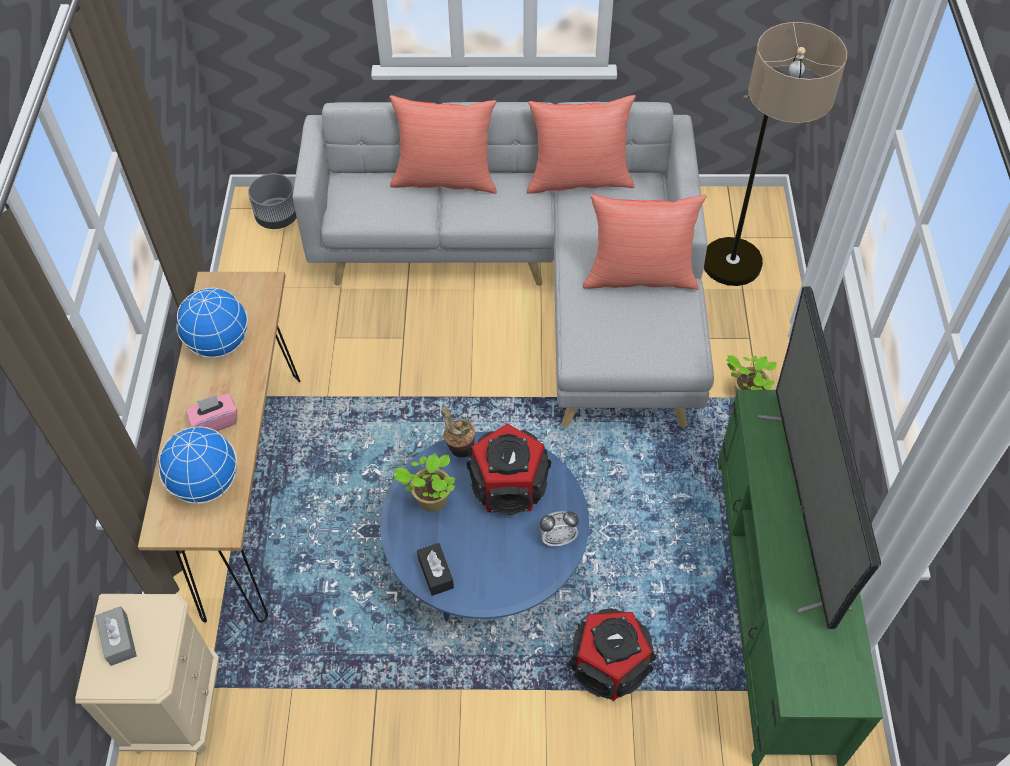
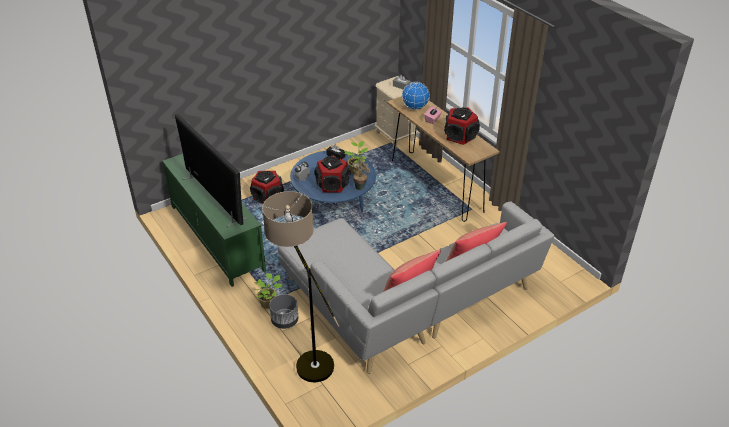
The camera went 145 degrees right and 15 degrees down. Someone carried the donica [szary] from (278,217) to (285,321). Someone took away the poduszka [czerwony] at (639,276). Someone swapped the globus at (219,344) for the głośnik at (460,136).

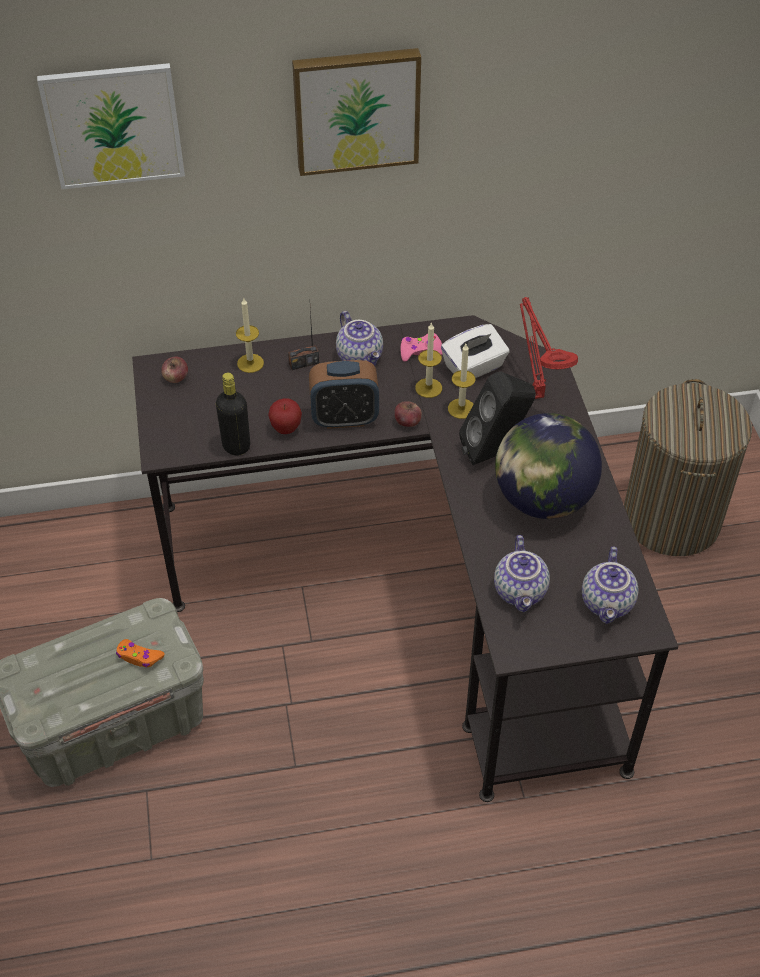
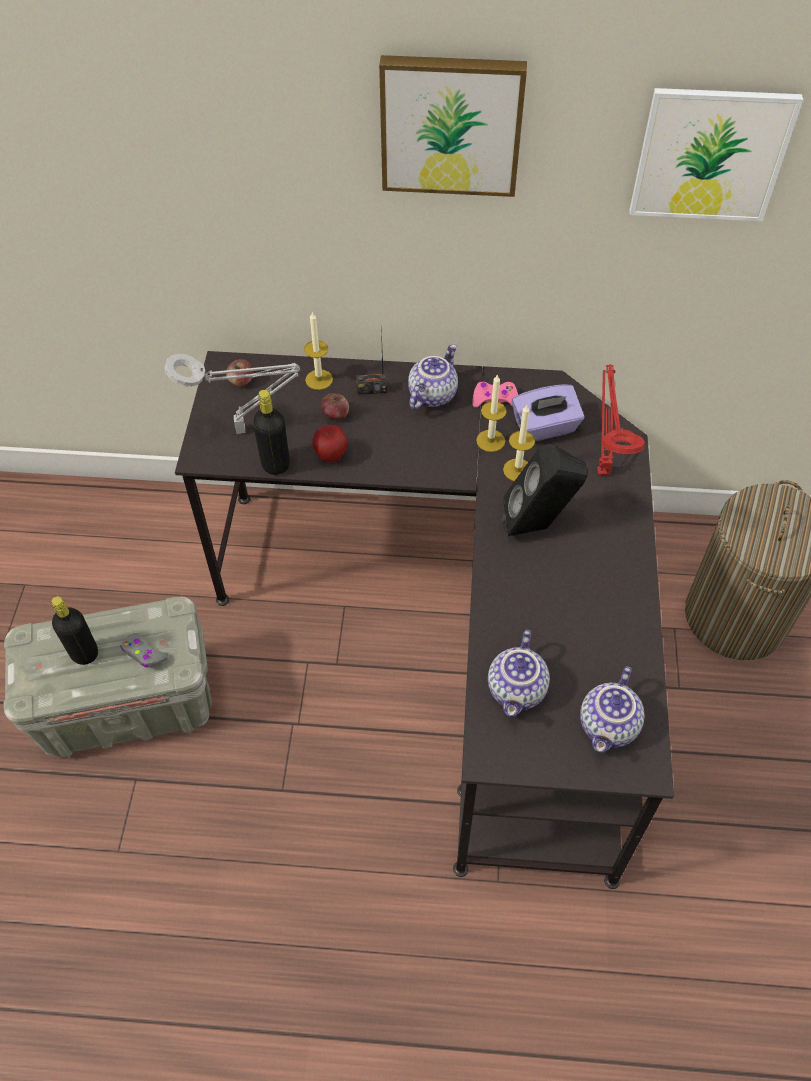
The camera went 15 degrees right and 5 degrees up. Someone carried the obraz from (113,125) to (710,155). Someone rotated the imbryk at (361,357) by 135 degrees counterclockwise. Someone repainted the pudełko chusteczek [biały] at (474,367), which became the pudełko chusteczek [fioletowy] at (545,428). Someone took away the budzik at (344,418). Someone carried the jabłko from (407,422) to (335,414). Someone took away the globus at (542,500). Someone repainted the pad do gier [pomarańczowy] at (139,657), which became the pad do gier [szary] at (144,654). Someone put down the lampa stołowa [szary] at (245,430). Someone put down the butelka [czarny] at (84,653).

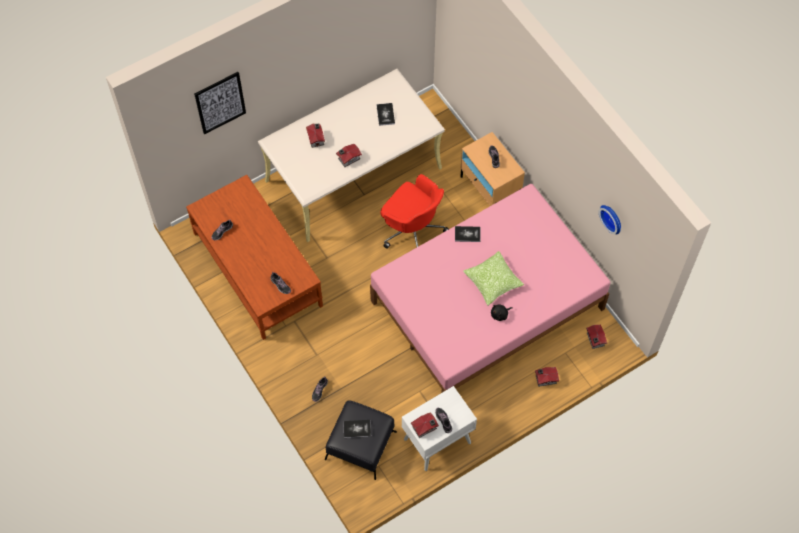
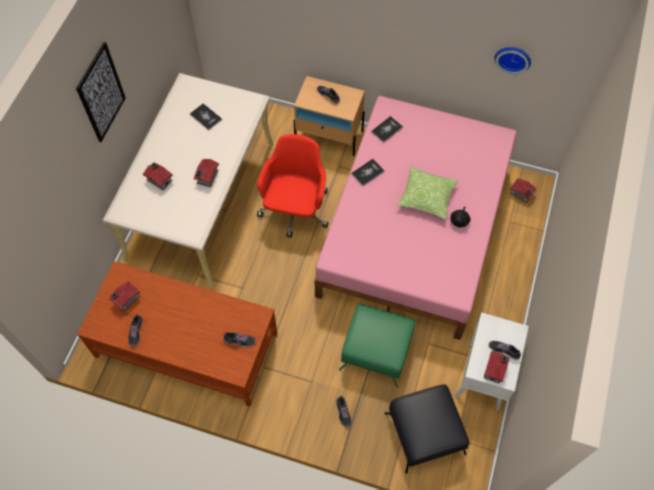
The camera went 40 degrees left and 0 degrees up. Someone carried the obraz from (220,102) to (101,93). Someone rotated the krzesło biurowe [czerwony] at (412,230) by 75 degrees counterclockwise. Someone carried the domek from (545,379) to (125,299). Someone carried the książka from (357,429) to (386,129). Someone put down the pufa [zielony] at (377,351).

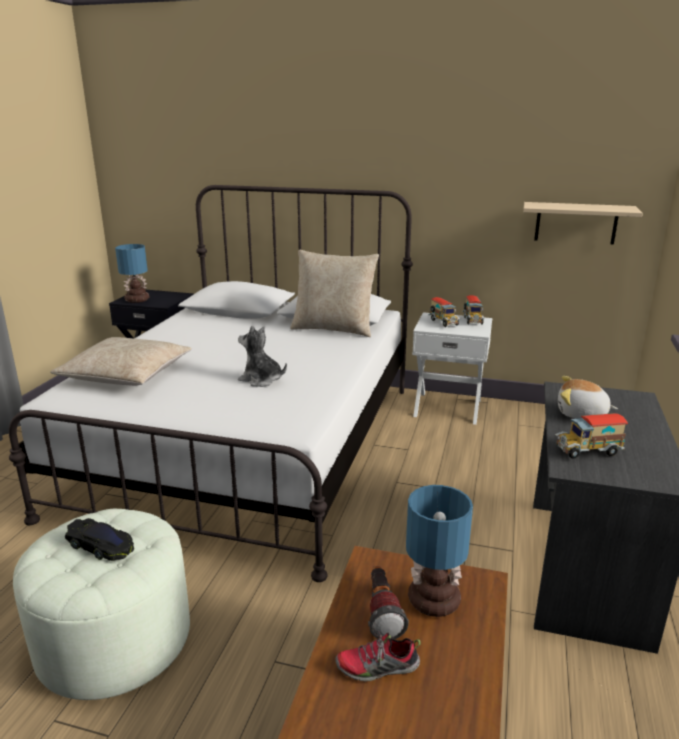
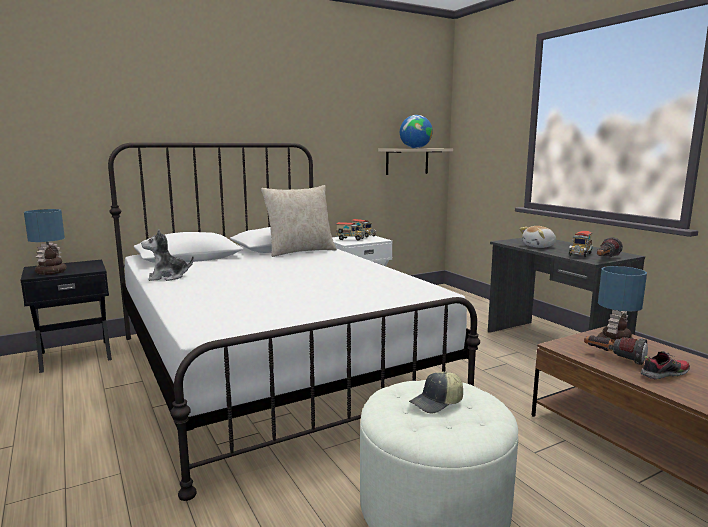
The camera went 45 degrees left and 10 degrees down. Someone carried the pluszak from (261,380) to (167,277). Someone took away the poduszka [beżowy] at (126,374). Someone swapped the samochodzik [czarny] at (101,545) for the czapka z daszkiem at (437,403). Someone rotated the but at (377,668) by 150 degrees counterclockwise. Someone put down the globus at (415,148). Someone put down the latarka at (605,259).

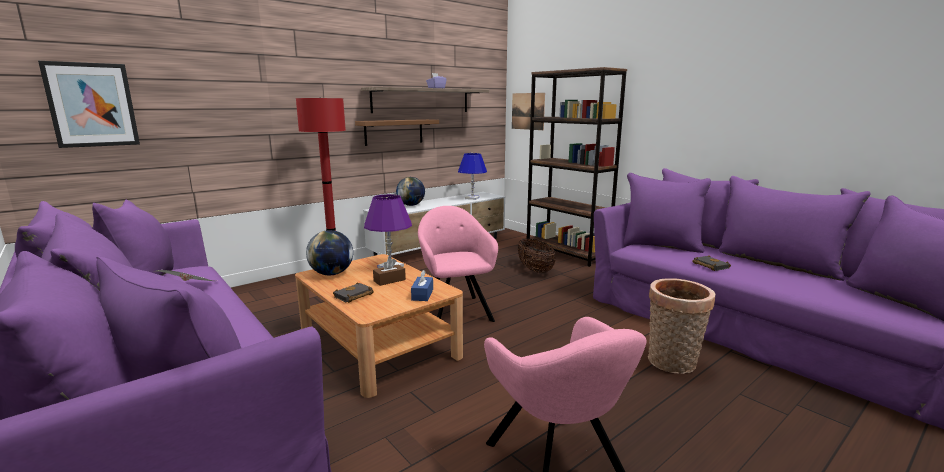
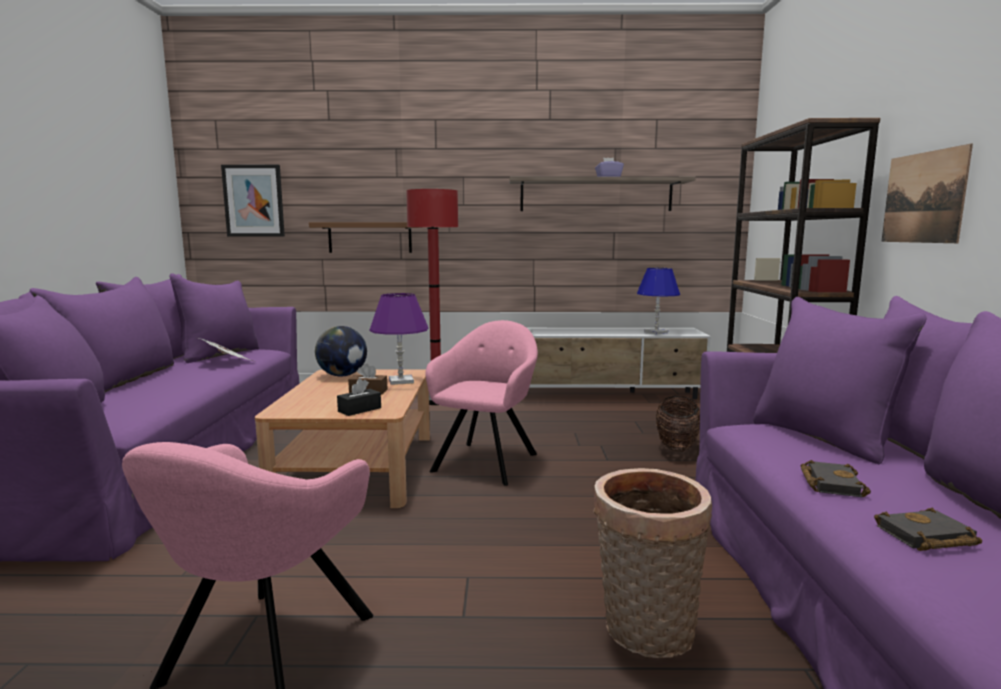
The camera went 40 degrees right and 5 degrees down. Someone carried the obraz from (528,111) to (923,197). Someone carried the półka [brązowy] from (394,132) to (370,237). Someone took away the globus at (411,205). Someone repainted the pudełko chusteczek [niebieski] at (422,294), which became the pudełko chusteczek [czarny] at (359,409). Someone carried the książka [czarny] from (353,296) to (925,537).

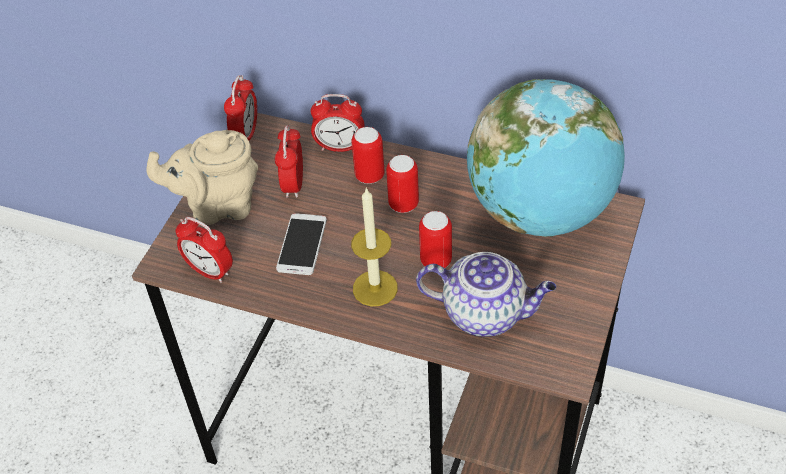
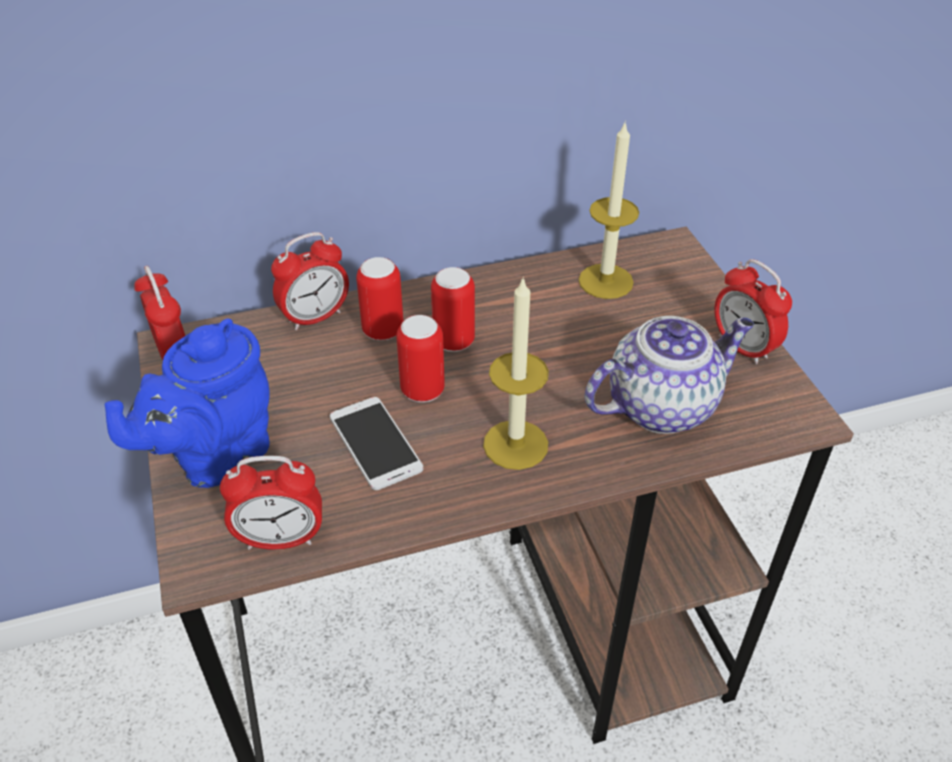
The camera went 40 degrees left and 5 degrees down. Someone swapped the globus at (540,212) for the świeca at (605,281). Someone carried the budzik from (293,184) to (743,347). Someone repainted the imbryk [beżowy] at (217,206), which became the imbryk [niebieski] at (214,455). Someone carried the puszka from (436,260) to (422,390).

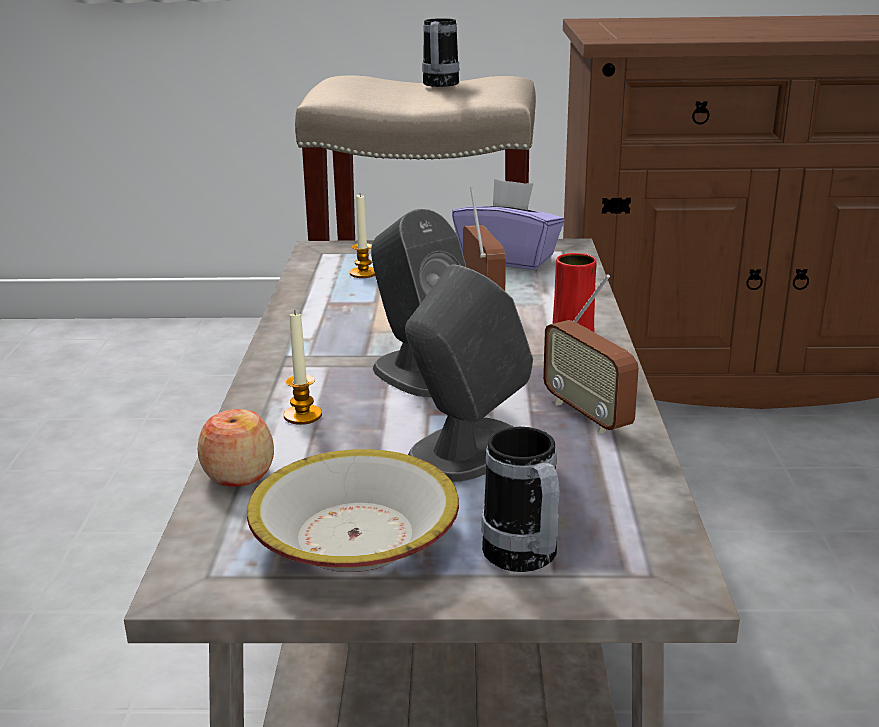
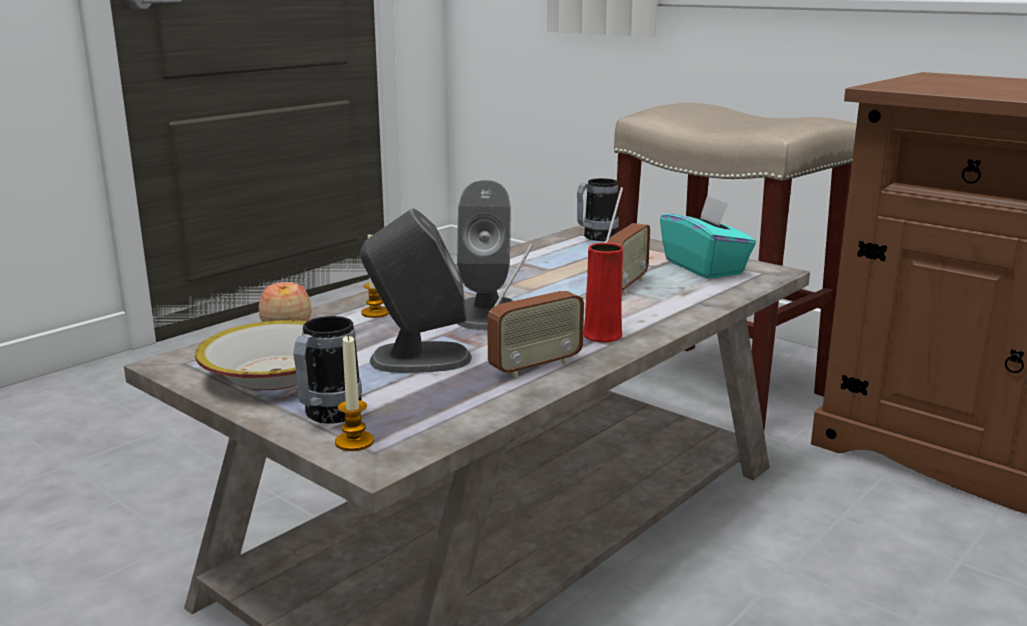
The camera went 40 degrees right and 5 degrees down. Someone carried the kubek from (439,85) to (595,238). Someone repainted the pudełko chusteczek [fioletowy] at (508,258), which became the pudełko chusteczek [turkusowy] at (704,268). Someone carried the świeca from (363,273) to (354,442). Someone rotated the radio at (587,415) by 135 degrees counterclockwise.

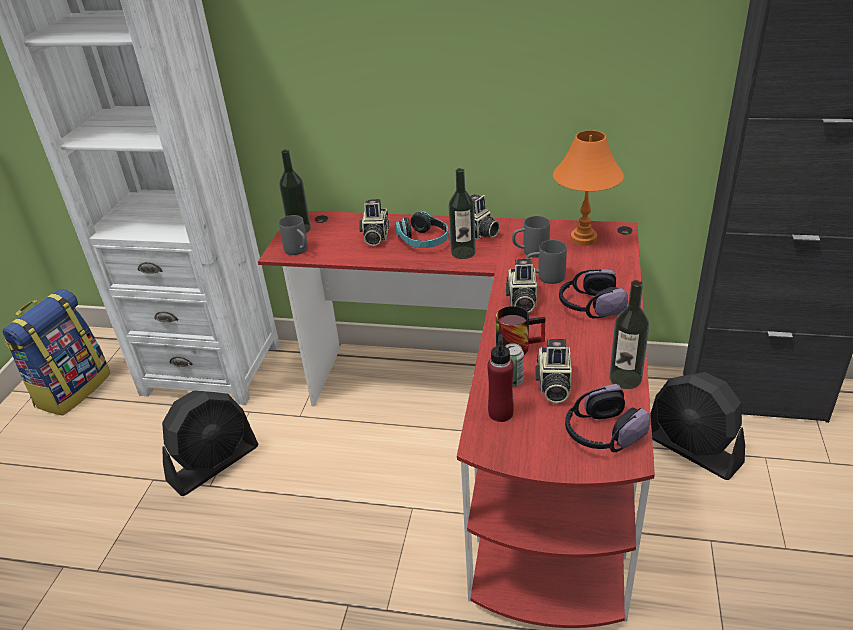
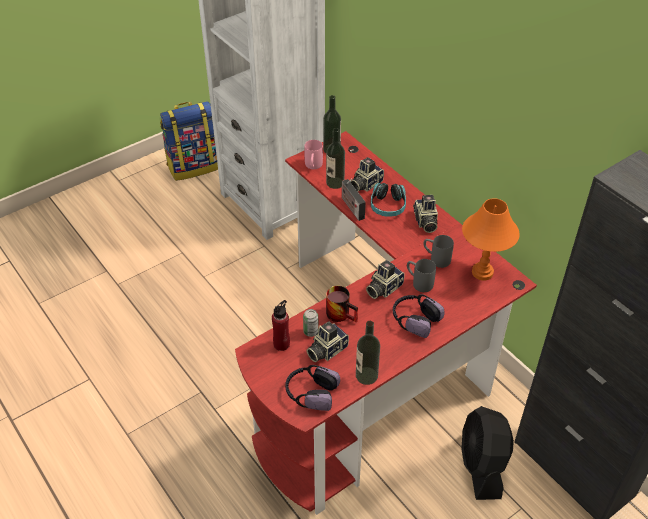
The camera went 40 degrees right and 10 degrees up. Someone carried the butelka from (463,252) to (335,183). Someone repainted the kubek [szary] at (299,251), which became the kubek [różowy] at (313,166). Someone took away the wentylator [czarny] at (214,463). Someone put down the radio at (351,207).

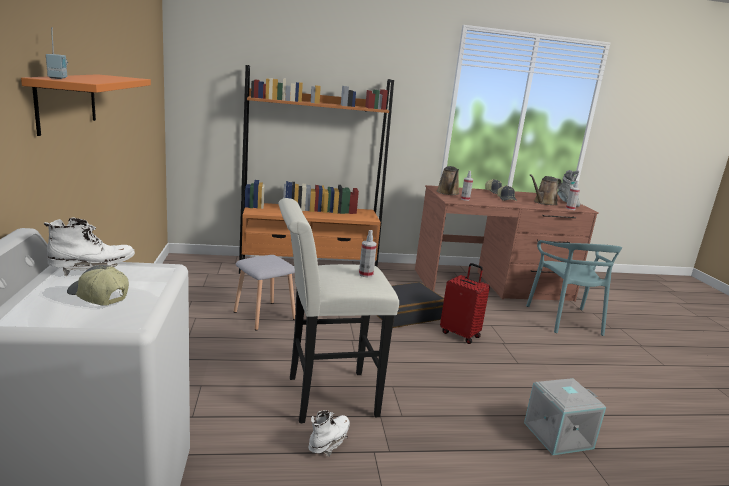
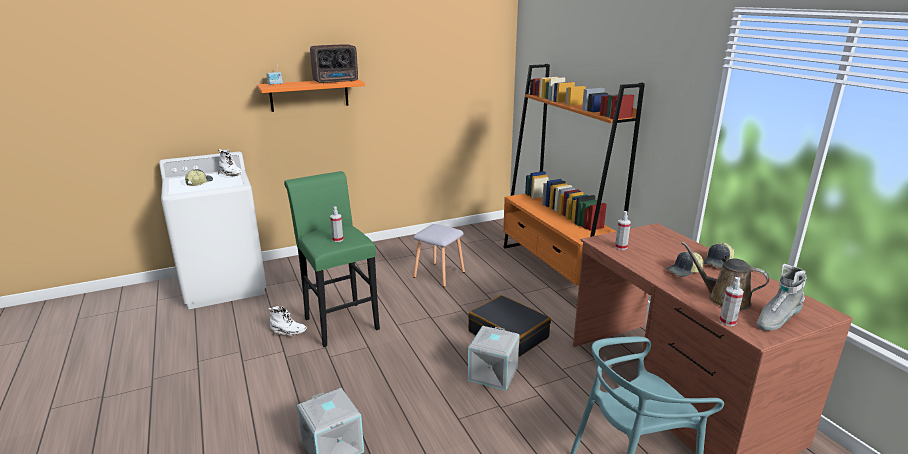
The camera went 75 degrees right and 5 degrees up. Someone took away the konewka [brązowy] at (448,193). Someone repainted the stołek [biały] at (324,397), which became the stołek [zielony] at (339,321). Someone swapped the walizka [czerwony] at (460,334) for the pojemnik do przechowywania [szary] at (494,374). Someone put down the radio at (337,81).

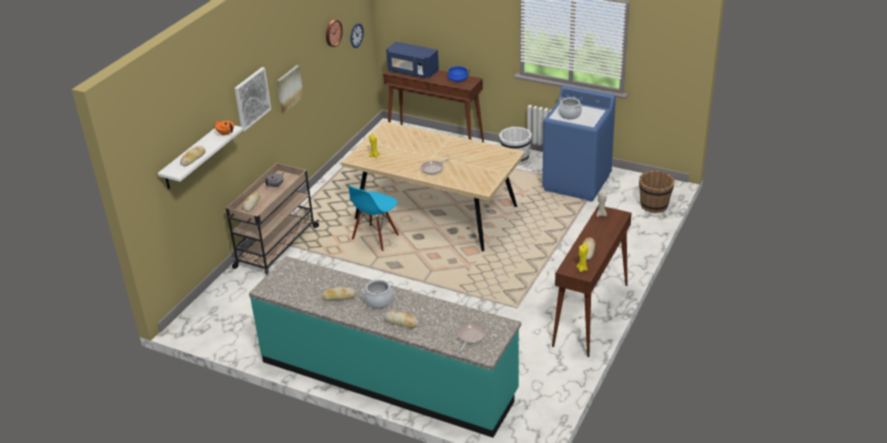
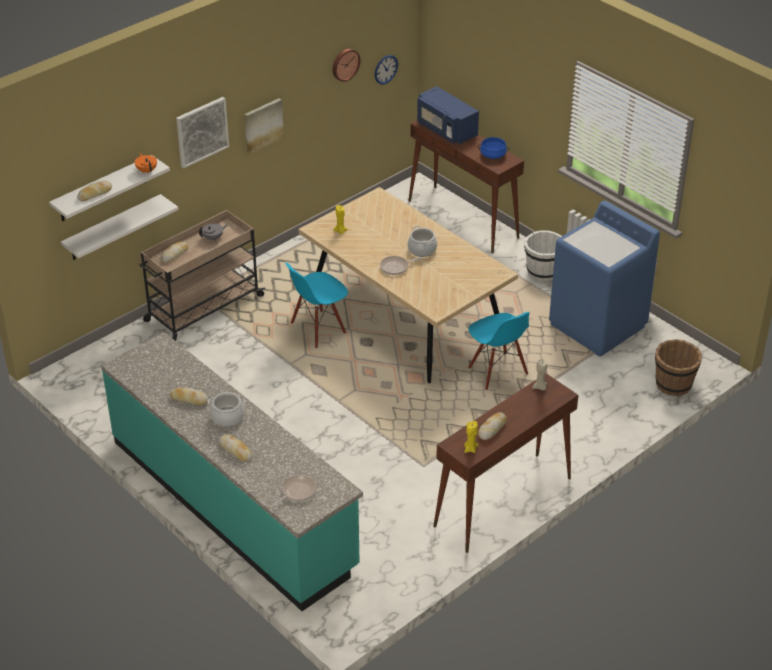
The camera went 20 degrees right and 5 degrees up. Someone carried the garnek from (569,114) to (422,249). Someone put up the półka [biały] at (113,228). Someone put down the krzesło [niebieski] at (497,371).

